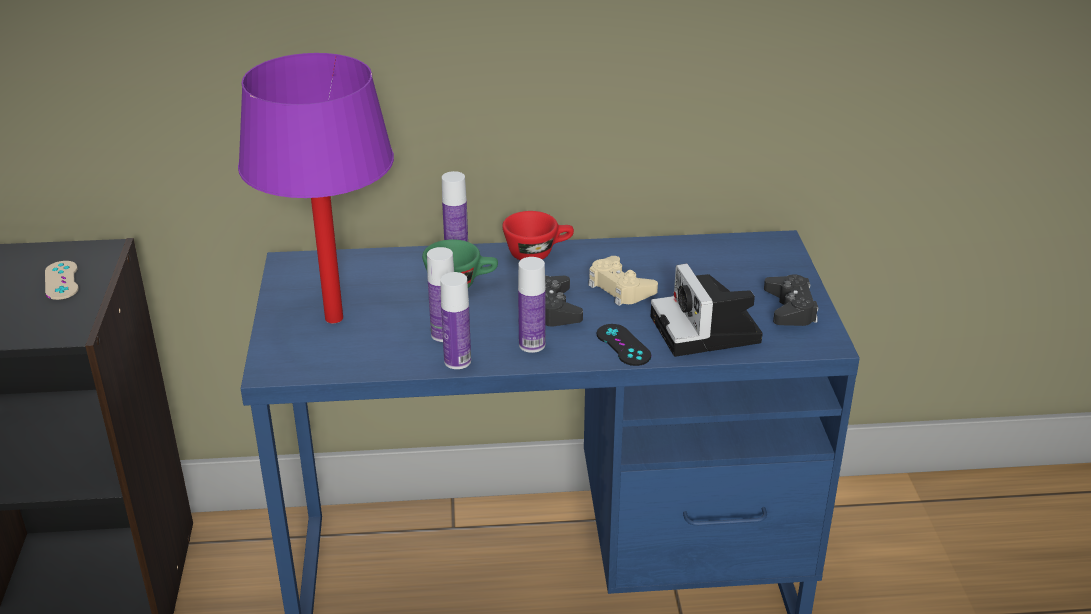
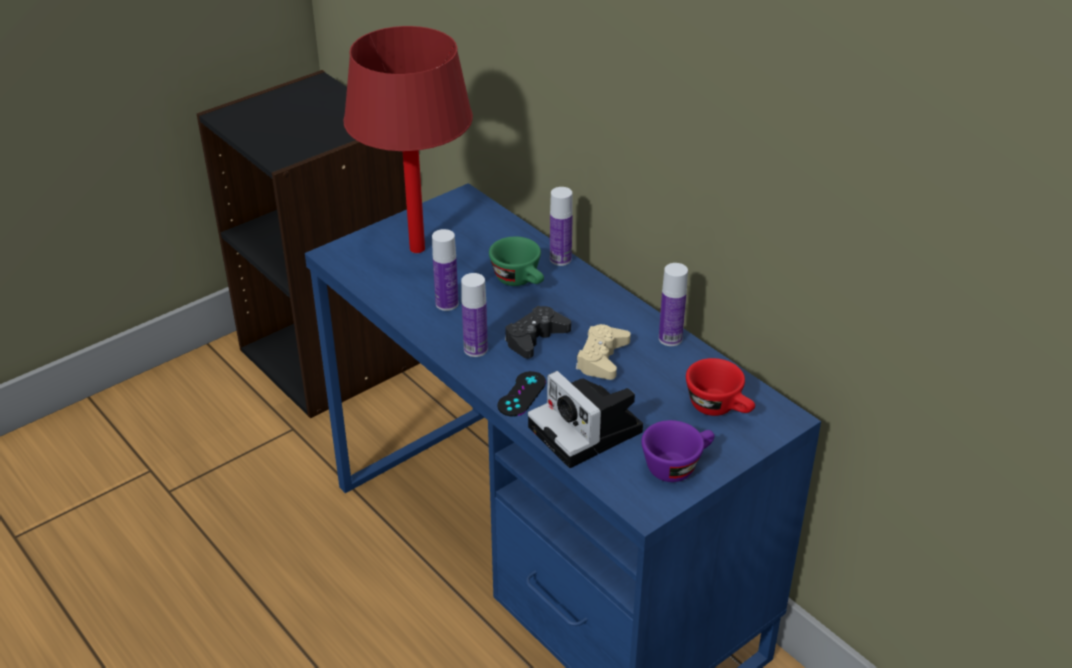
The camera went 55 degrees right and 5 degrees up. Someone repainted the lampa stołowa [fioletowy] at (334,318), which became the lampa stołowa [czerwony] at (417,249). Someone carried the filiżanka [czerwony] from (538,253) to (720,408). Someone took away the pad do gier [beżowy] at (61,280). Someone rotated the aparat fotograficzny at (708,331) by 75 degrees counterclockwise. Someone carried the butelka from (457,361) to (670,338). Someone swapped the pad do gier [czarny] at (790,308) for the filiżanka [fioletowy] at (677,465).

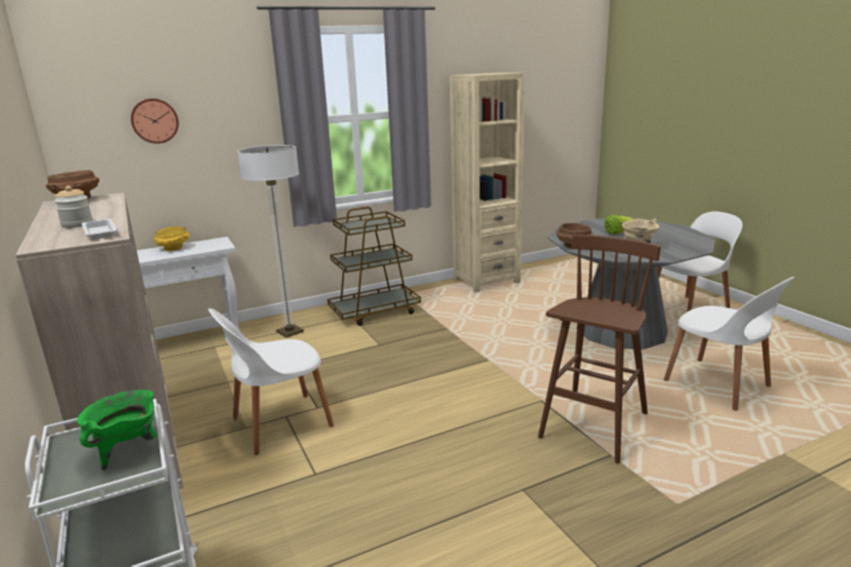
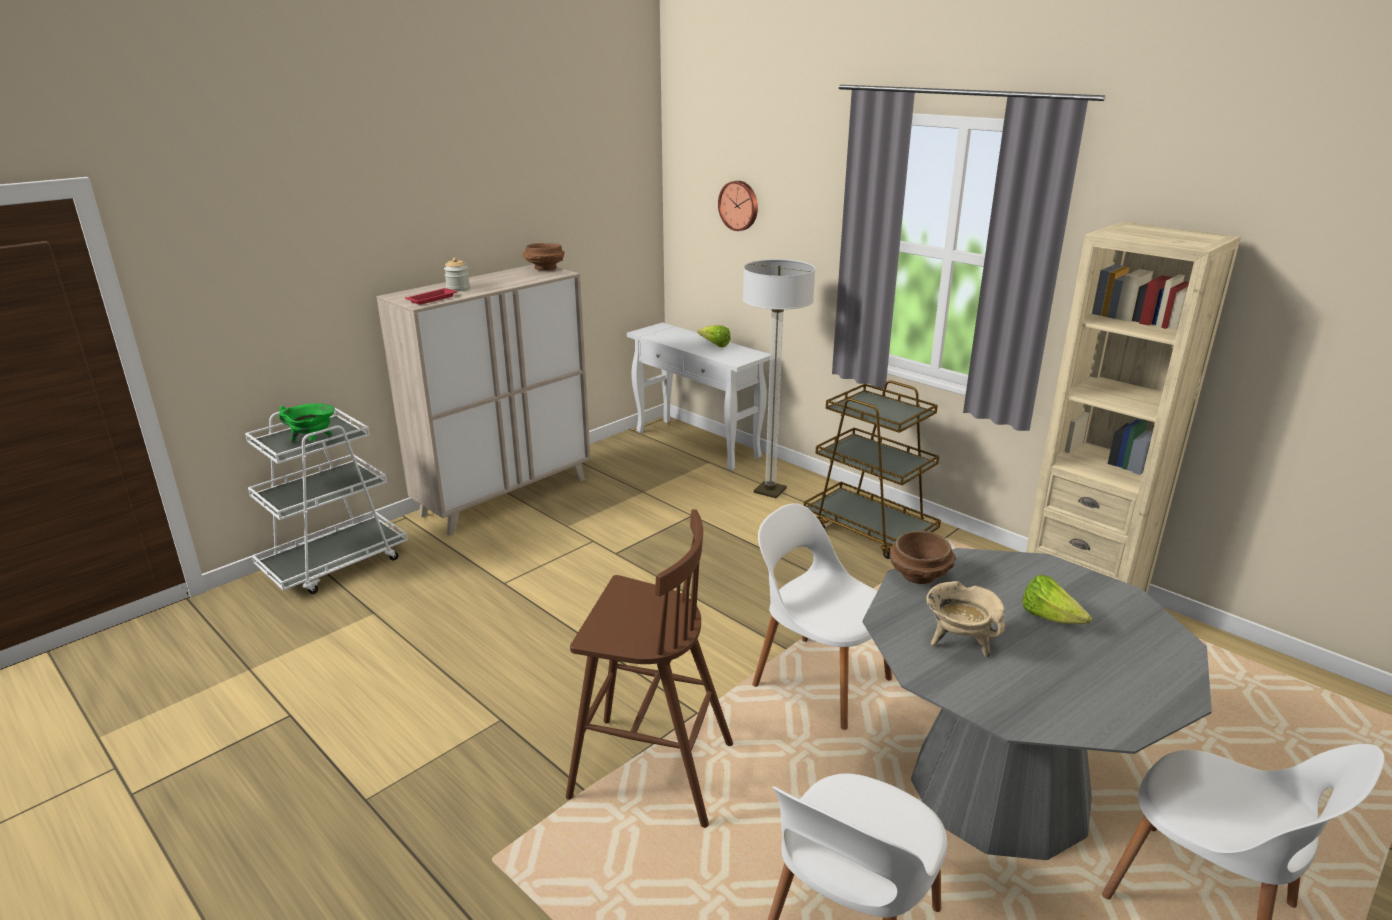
The camera went 70 degrees right and 5 degrees up. Someone repainted the taca [biały] at (100,232), which became the taca [czerwony] at (433,299). Someone swapped the miska [żółty] at (174,248) for the sałata at (715,345). Someone carried the krzesło [biały] from (279,423) to (818,679).

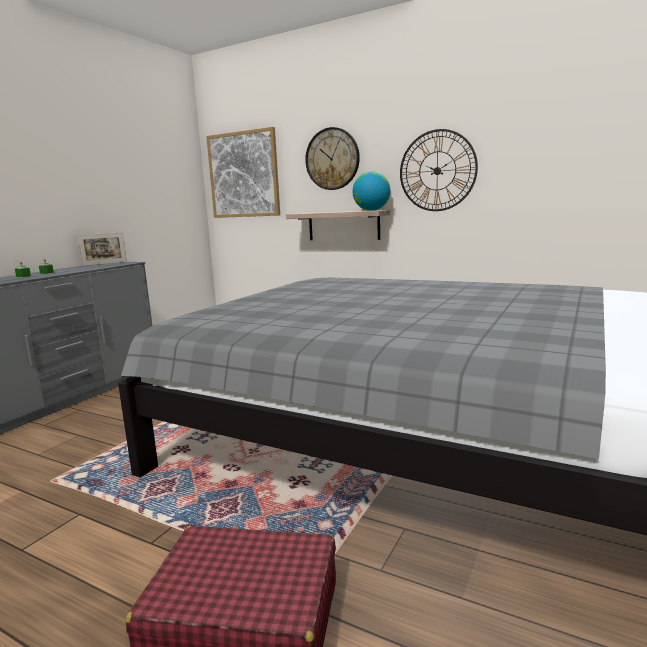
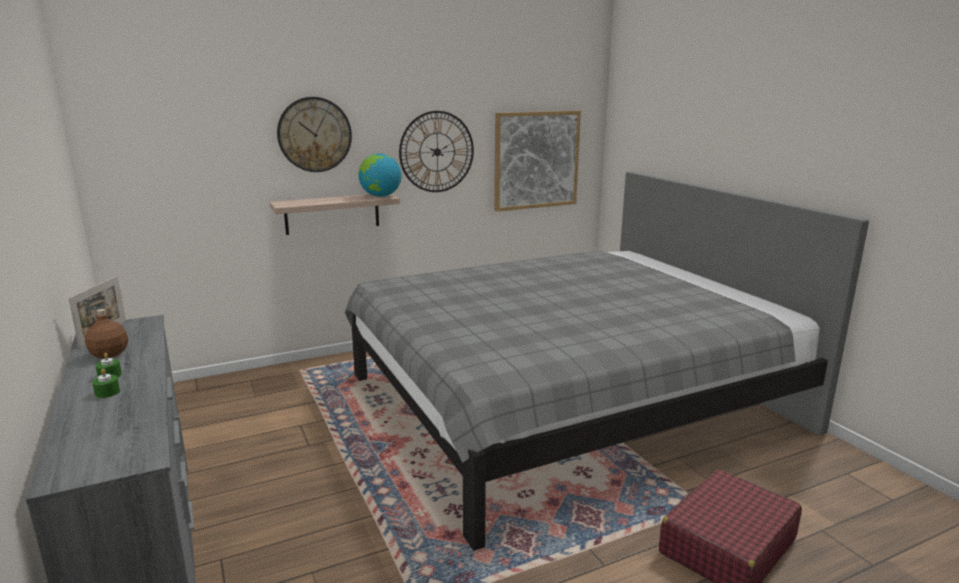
The camera went 55 degrees left and 5 degrees up. Someone carried the obraz from (244,175) to (536,160). Someone put down the butelka [brązowy] at (108,354).

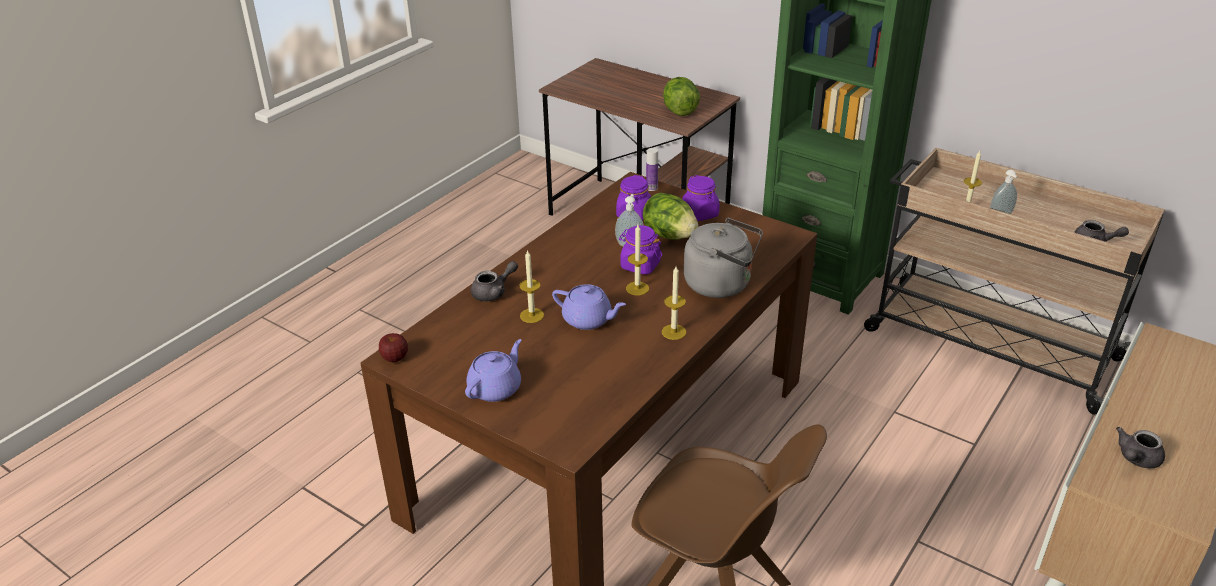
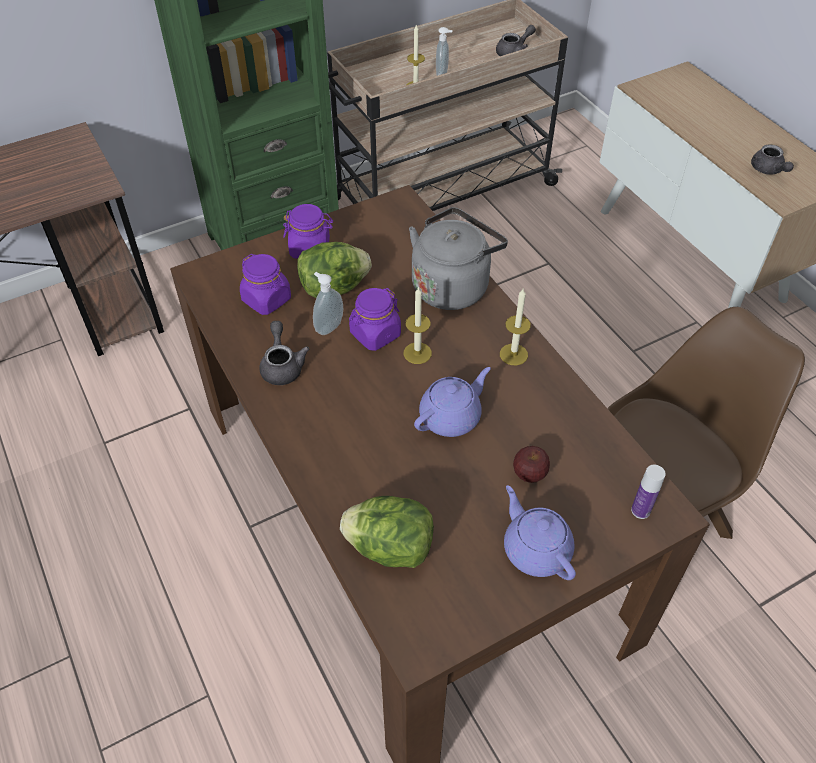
The camera went 65 degrees left and 15 degrees up. Someone carried the sałata from (679,111) to (390,547). Someone carried the butelka from (651,188) to (640,510). Someone took away the świeca at (532,315). Someone carried the imbryk [szary] from (494,292) to (282,365). Someone carried the jabłko from (395,358) to (529,474).

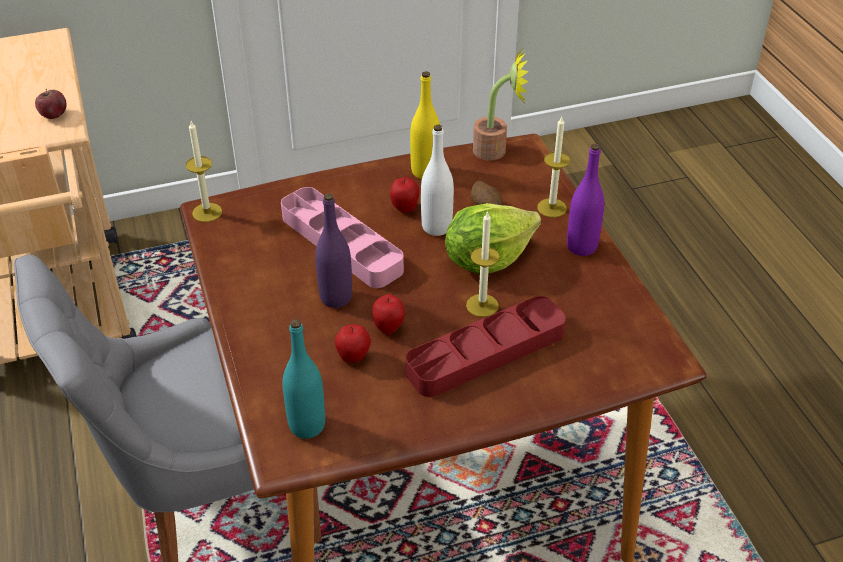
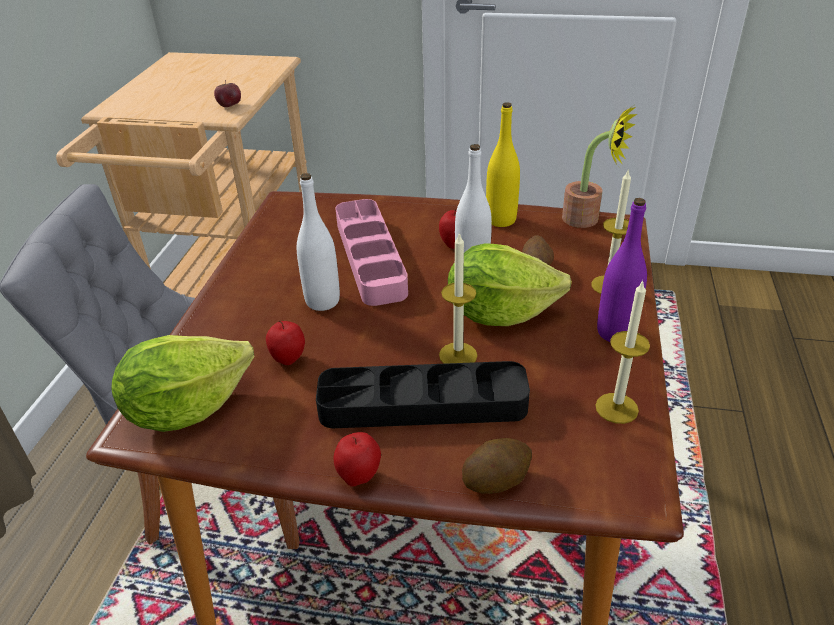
The camera went 30 degrees right and 5 degrees down. Someone carried the świeca from (207,212) to (616,408). Someone repainted the butelka [fioletowy] at (336,298), which became the butelka [biały] at (322,301). Someone carried the jabłko from (389,328) to (359,477). Someone repainted the taca [czerwony] at (486,352), which became the taca [czarny] at (423,404). Someone swapped the butelka [turkusowy] at (307,425) for the sałata at (187,408). Someone put down the ziemniak at (496,479).

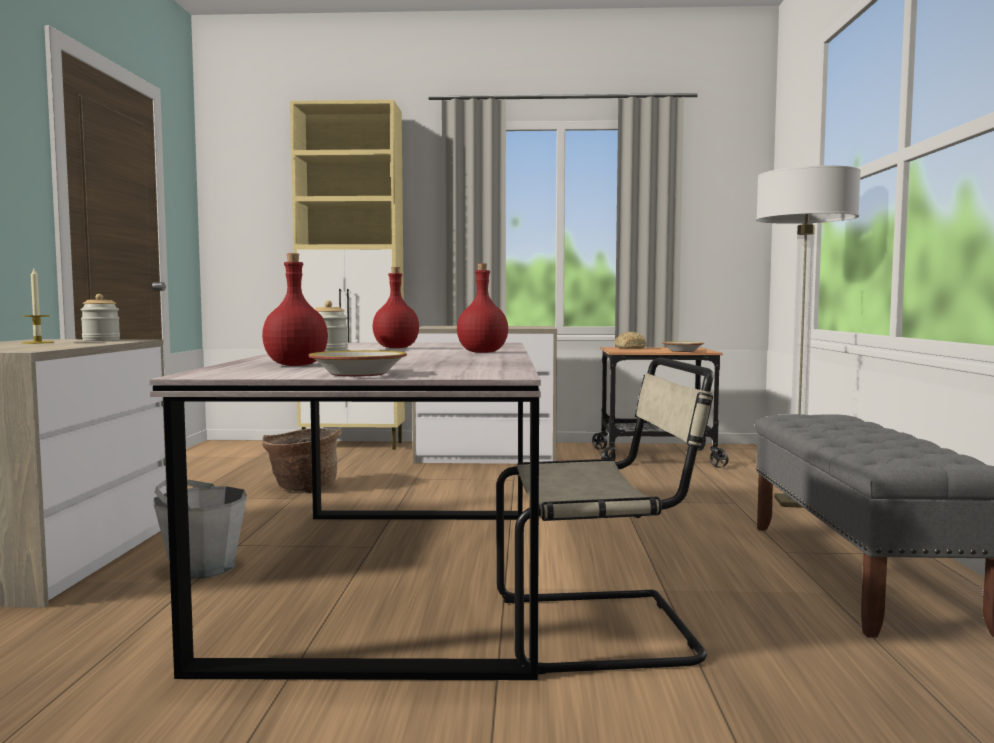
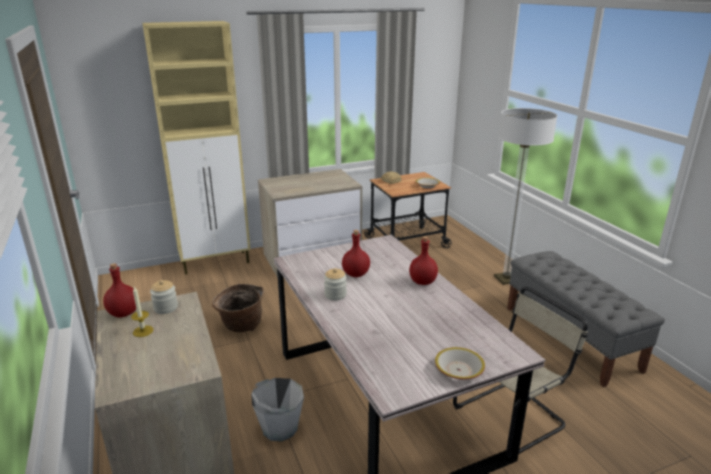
The camera went 25 degrees left and 20 degrees up. Someone carried the butelka [czerwony] from (294,365) to (123,313).

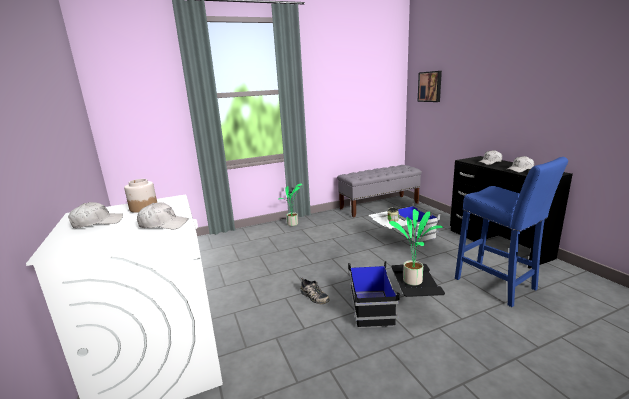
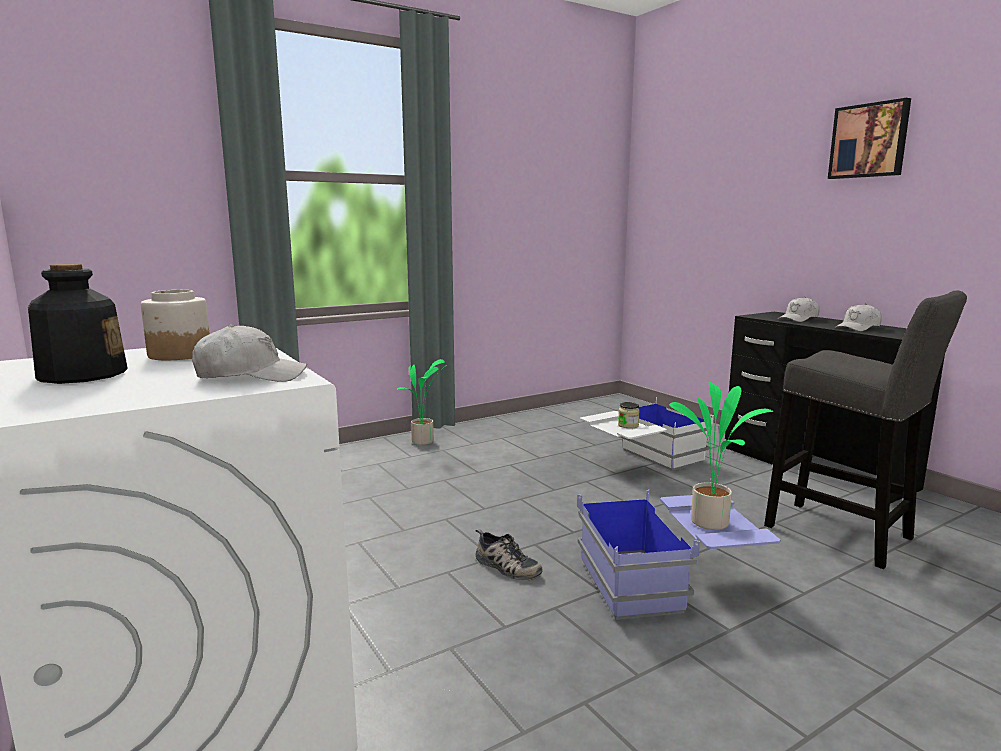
The camera went 10 degrees left and 5 degrees down. Someone carried the obraz from (430,86) to (869,141). Someone repainted the stołek [niebieski] at (498,286), which became the stołek [szary] at (845,535). Someone took away the ławka [szary] at (379,206). Someone swapped the czapka z daszkiem [biały] at (97,223) for the butelka at (81,374). Someone repainted the pojemnik do przechowywania [czarny] at (392,309), which became the pojemnik do przechowywania [niebieski] at (669,582).

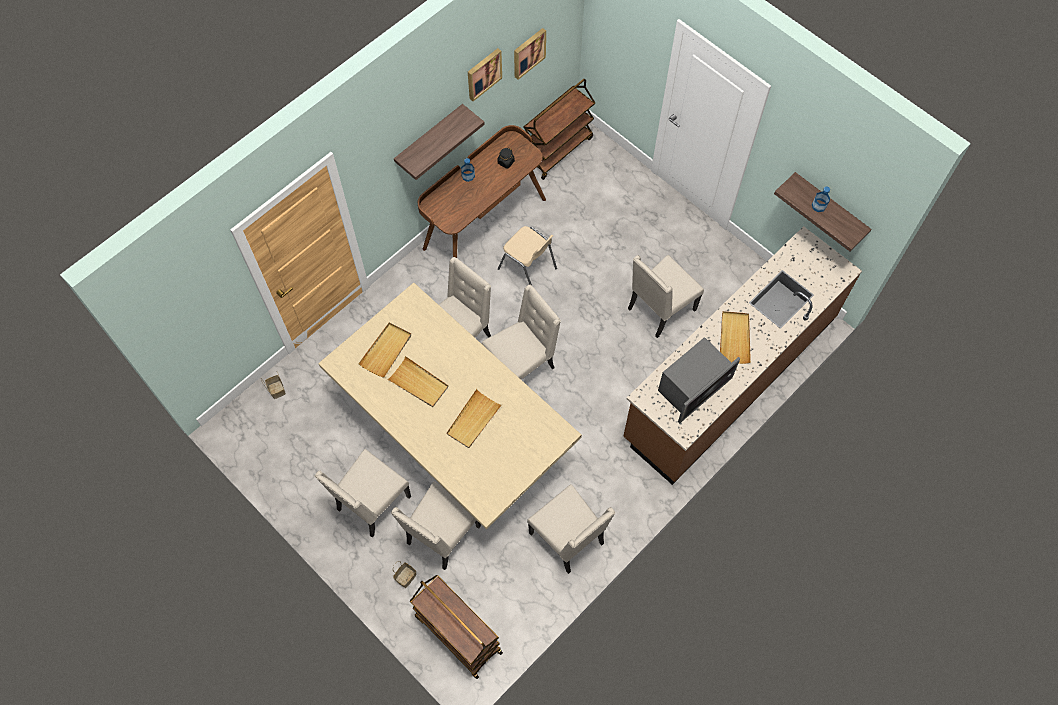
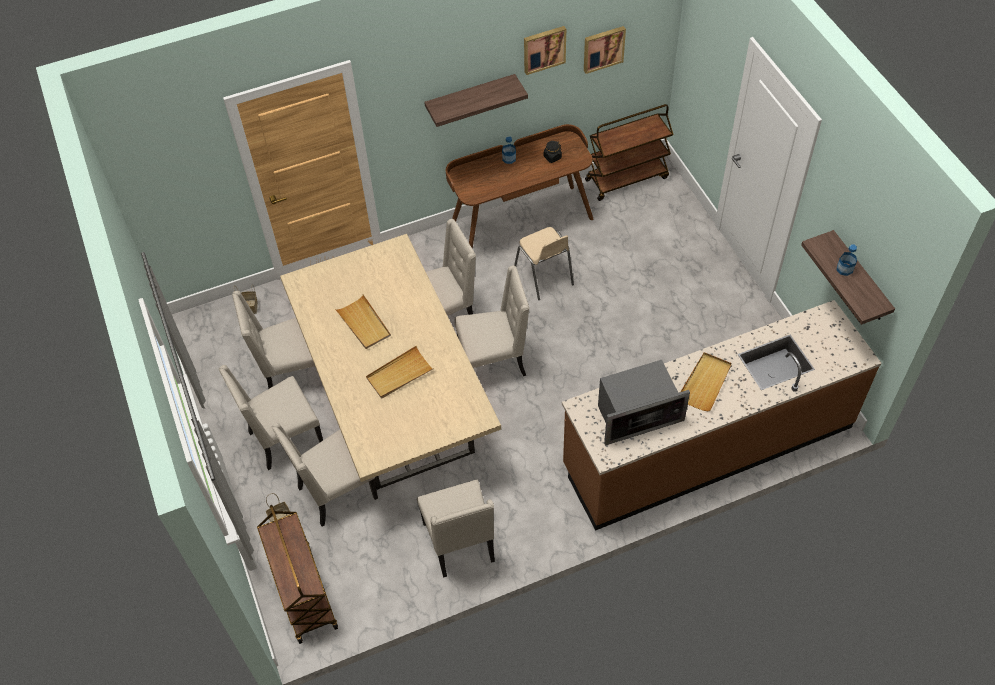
The camera went 25 degrees right and 10 degrees down. Someone carried the krzesło [beżowy] from (660,309) to (291,373). Someone took away the taca [beżowy] at (386,350).

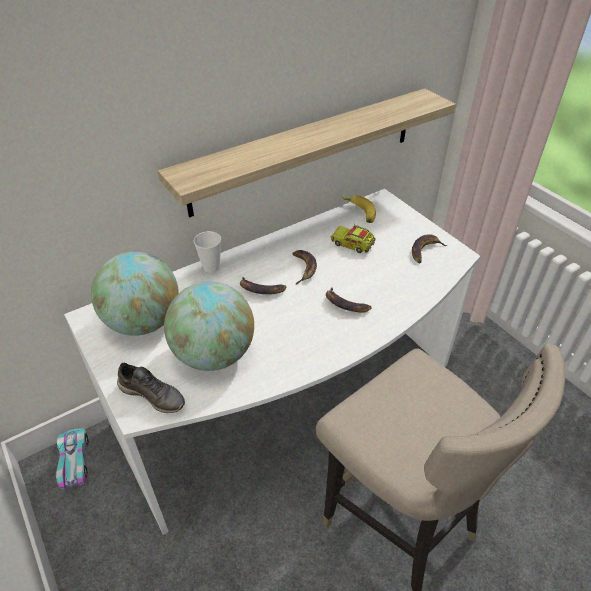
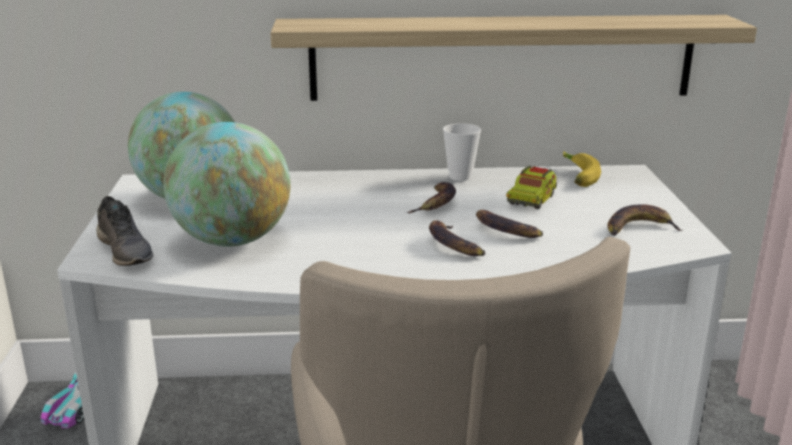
The camera went 30 degrees right and 20 degrees down. Someone rotated the ciężarówka zabawkowa at (352,244) by 120 degrees counterclockwise. Someone carried the filiżanka from (211,267) to (460,177). Someone carried the banan from (261,289) to (504,230).

